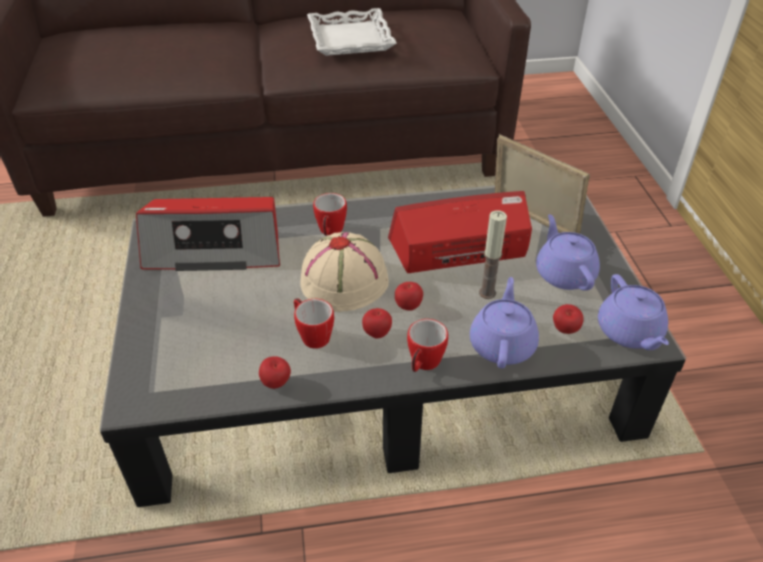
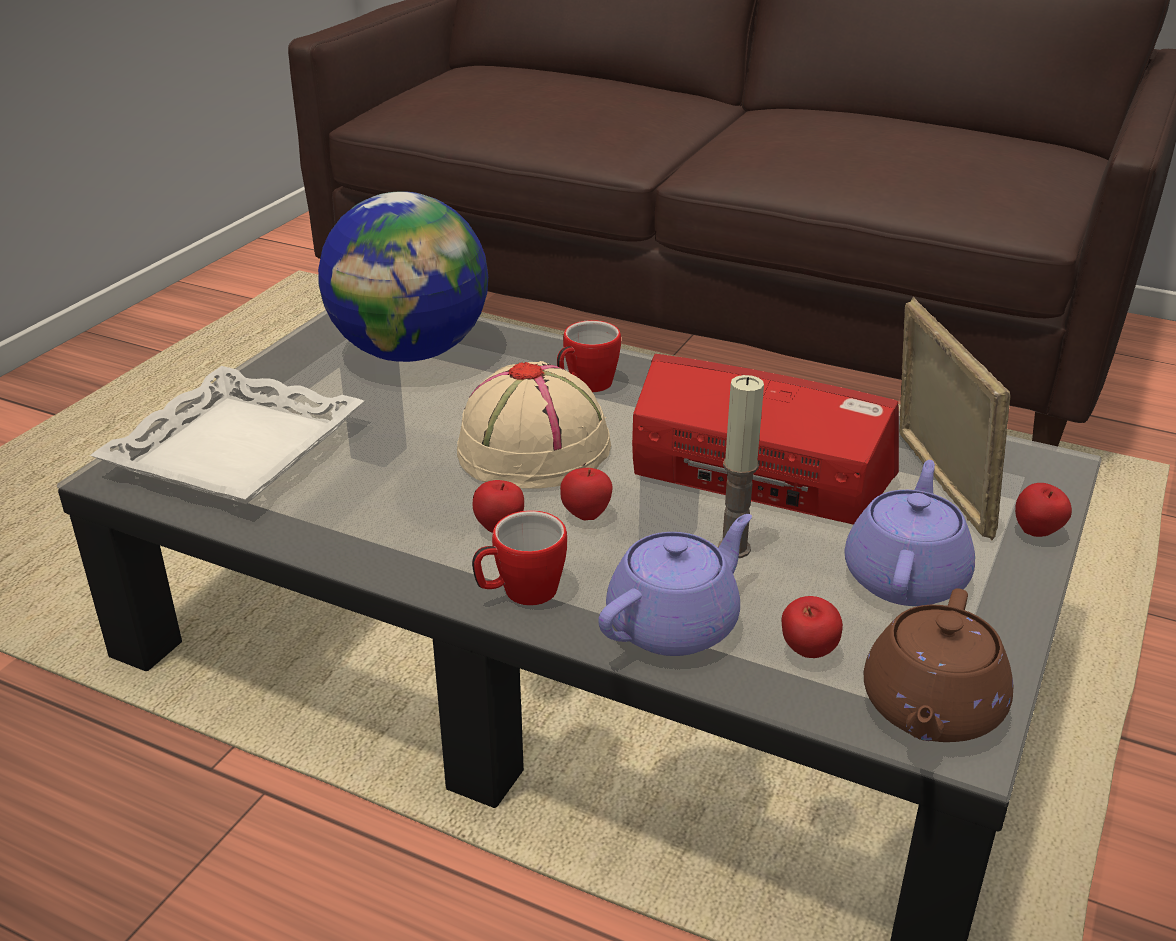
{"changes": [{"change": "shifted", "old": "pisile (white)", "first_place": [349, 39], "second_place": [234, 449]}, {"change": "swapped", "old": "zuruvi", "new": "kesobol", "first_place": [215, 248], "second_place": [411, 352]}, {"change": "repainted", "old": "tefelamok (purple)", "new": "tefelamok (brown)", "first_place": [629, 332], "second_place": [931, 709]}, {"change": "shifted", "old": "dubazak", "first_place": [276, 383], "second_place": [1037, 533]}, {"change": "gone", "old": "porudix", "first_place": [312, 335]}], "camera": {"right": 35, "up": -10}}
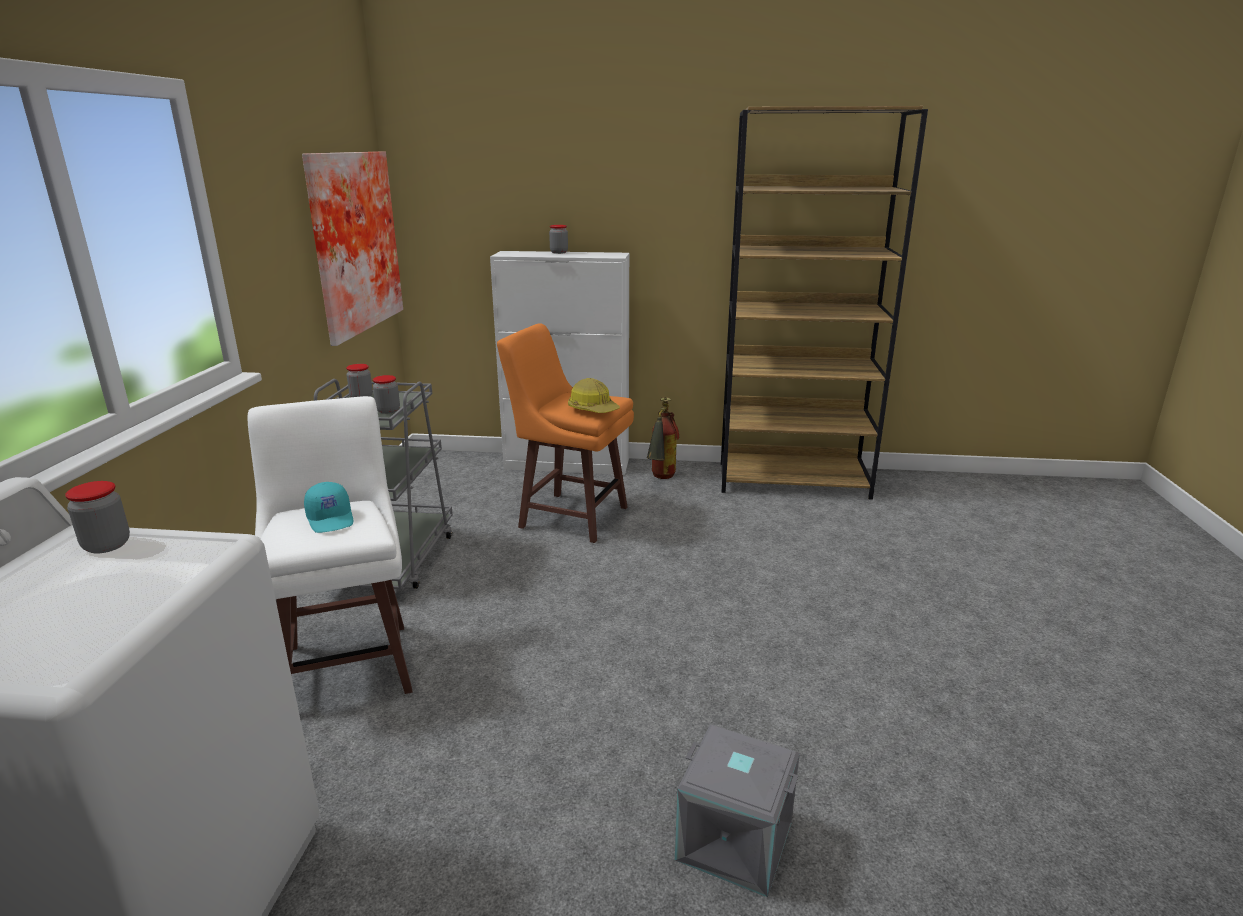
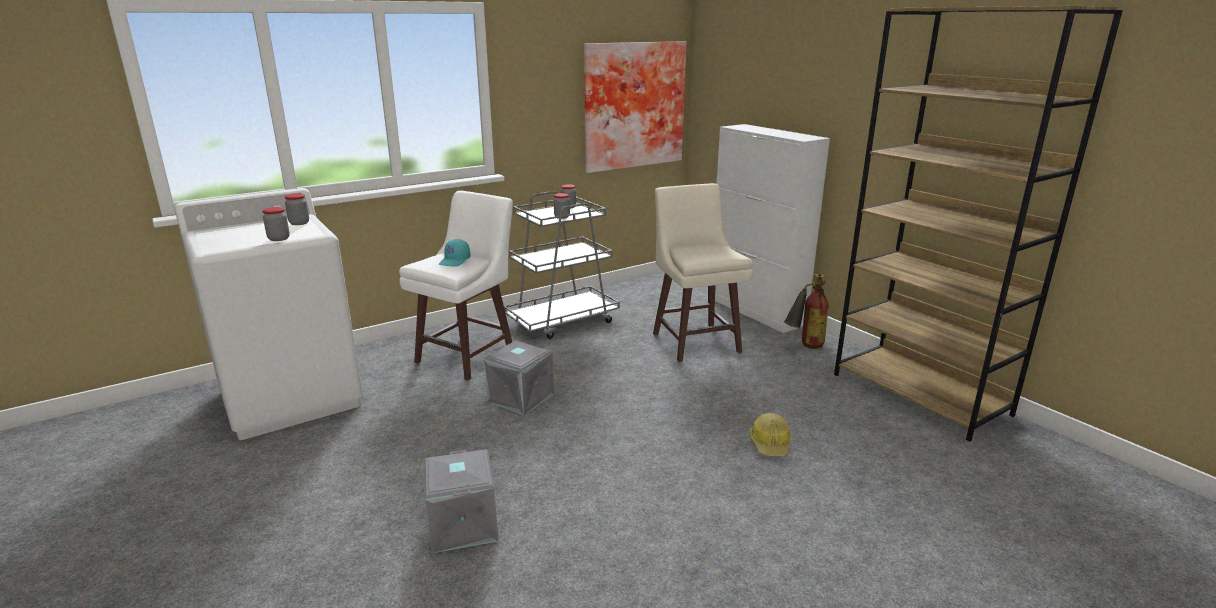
{"changes": [{"change": "shifted", "old": "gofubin", "first_place": [559, 252], "second_place": [279, 239]}, {"change": "new", "new": "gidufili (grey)", "second_place": [519, 398]}, {"change": "repainted", "old": "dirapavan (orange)", "new": "dirapavan (beige)", "first_place": [571, 516], "second_place": [695, 341]}, {"change": "shifted", "old": "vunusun", "first_place": [593, 409], "second_place": [770, 444]}], "camera": {"right": 50, "up": 0}}
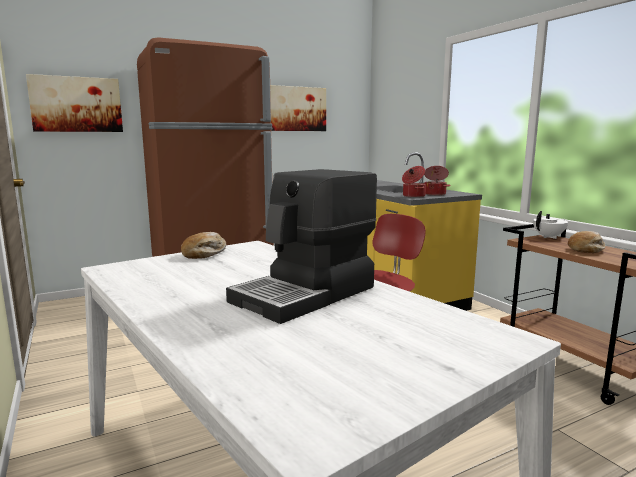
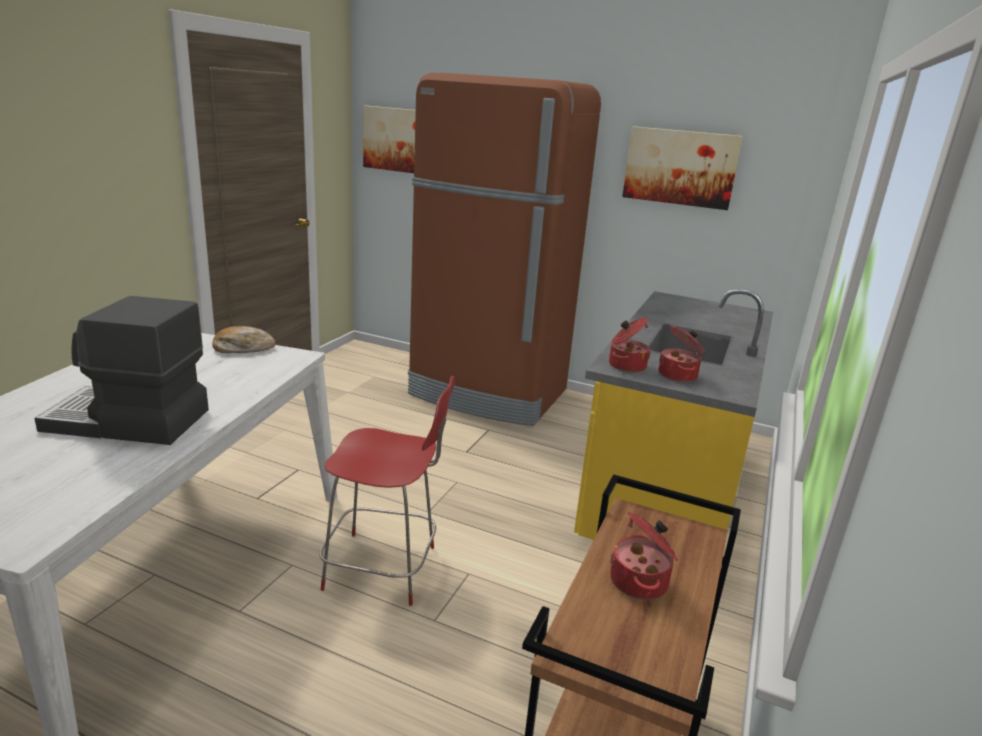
{"changes": [{"change": "swapped", "old": "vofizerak", "new": "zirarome", "first_place": [586, 249], "second_place": [640, 582]}, {"change": "gone", "old": "tefelamok (white)", "first_place": [549, 237]}], "camera": {"right": 50, "up": 10}}
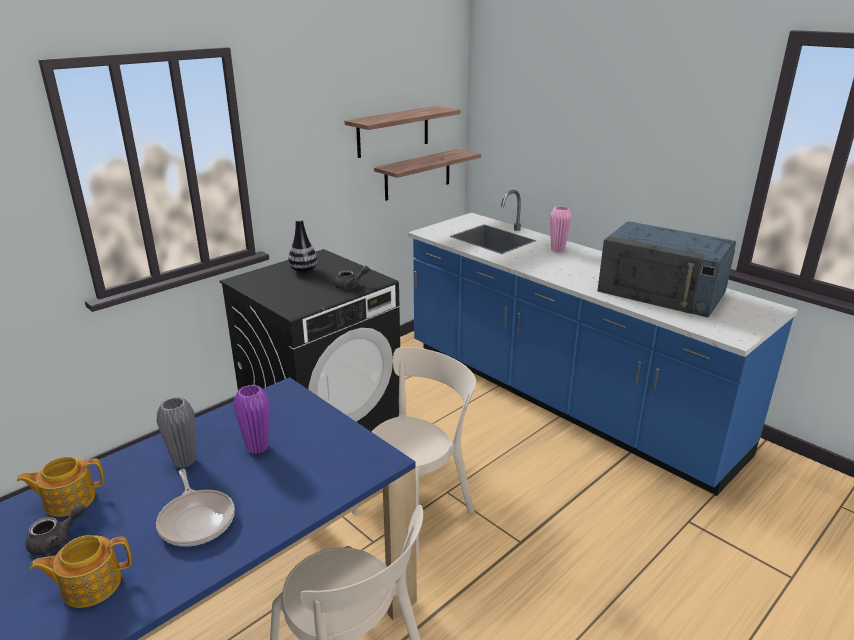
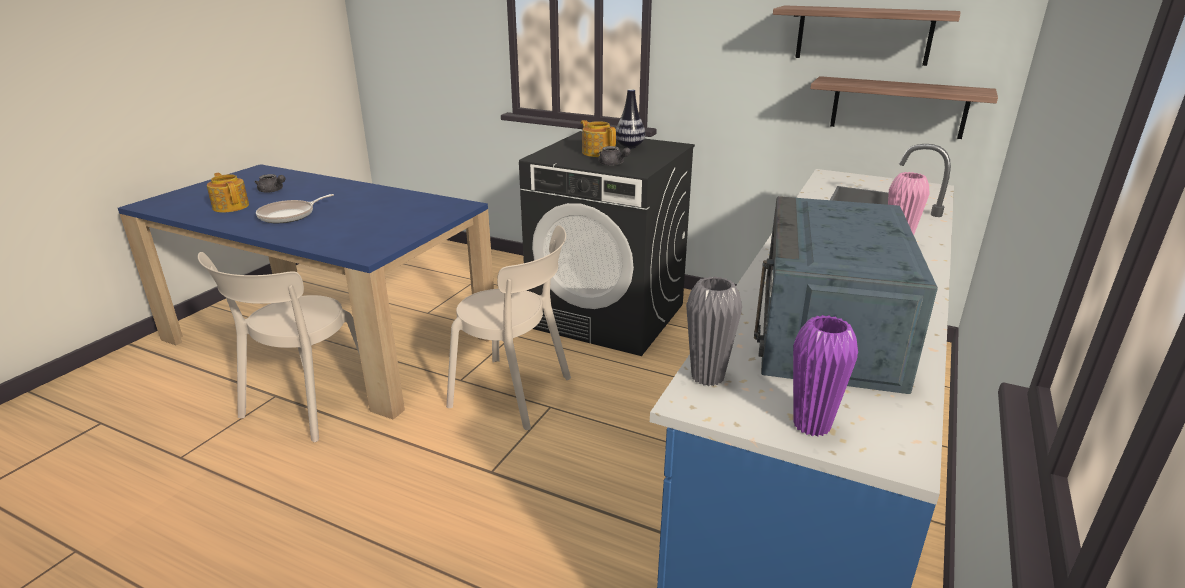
{"changes": [{"change": "shifted", "old": "tefelamok", "first_place": [68, 500], "second_place": [598, 152]}, {"change": "shifted", "old": "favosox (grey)", "first_place": [184, 461], "second_place": [707, 377]}, {"change": "shifted", "old": "favosox (purple)", "first_place": [257, 447], "second_place": [811, 425]}], "camera": {"right": 70, "up": 0}}
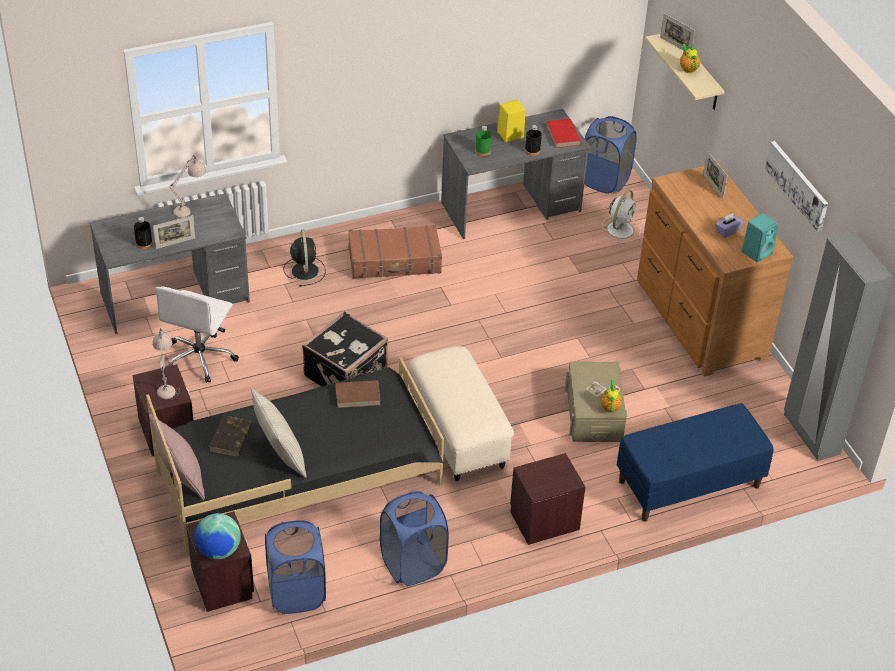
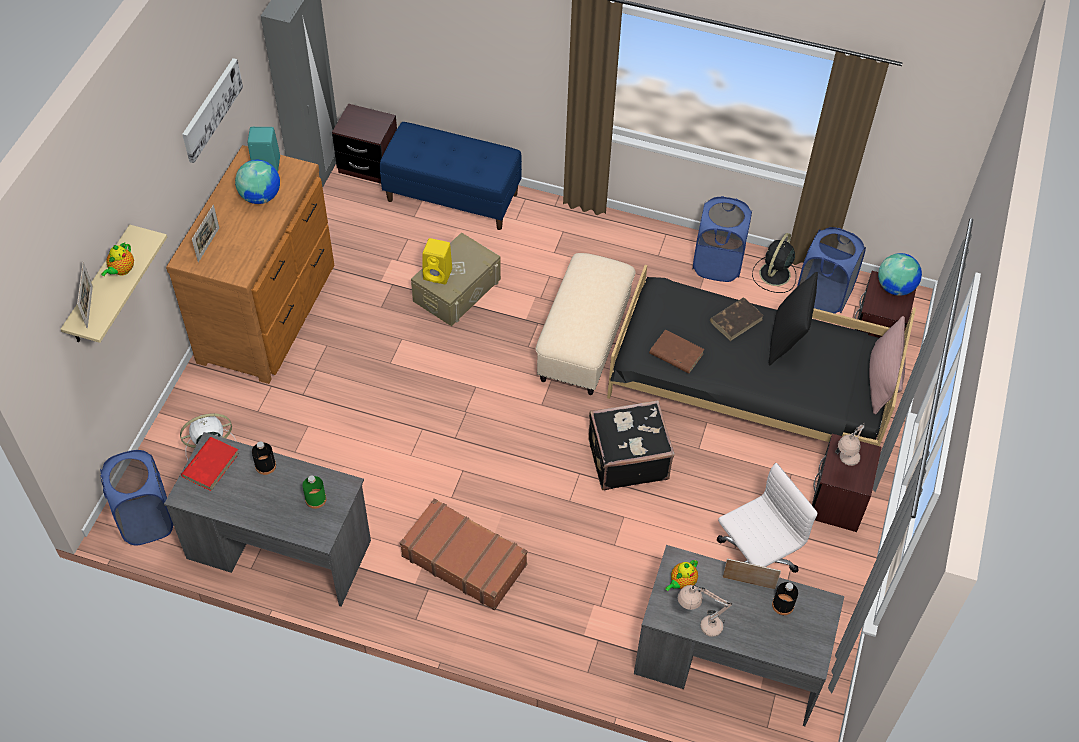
{"changes": [{"change": "swapped", "old": "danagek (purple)", "new": "kesobol", "first_place": [727, 231], "second_place": [261, 196]}, {"change": "shifted", "old": "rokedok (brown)", "first_place": [544, 520], "second_place": [368, 165]}, {"change": "shifted", "old": "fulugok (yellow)", "first_place": [509, 135], "second_place": [438, 274]}, {"change": "shifted", "old": "tefelamok", "first_place": [610, 406], "second_place": [681, 583]}, {"change": "shifted", "old": "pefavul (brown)", "first_place": [231, 438], "second_place": [736, 320]}, {"change": "shifted", "old": "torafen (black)", "first_place": [304, 270], "second_place": [774, 275]}, {"change": "repainted", "old": "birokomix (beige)", "new": "birokomix (black)", "first_place": [280, 456], "second_place": [787, 339]}], "camera": {"right": -140, "up": 10}}
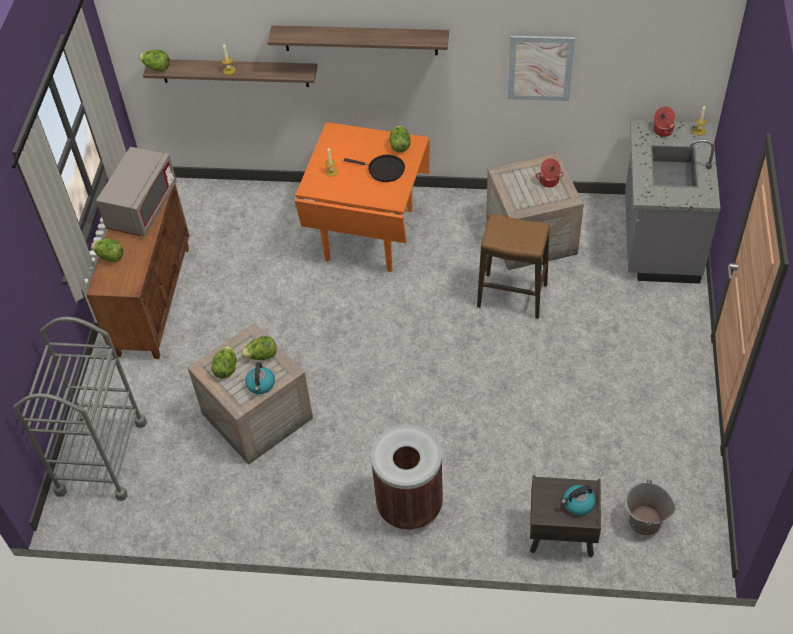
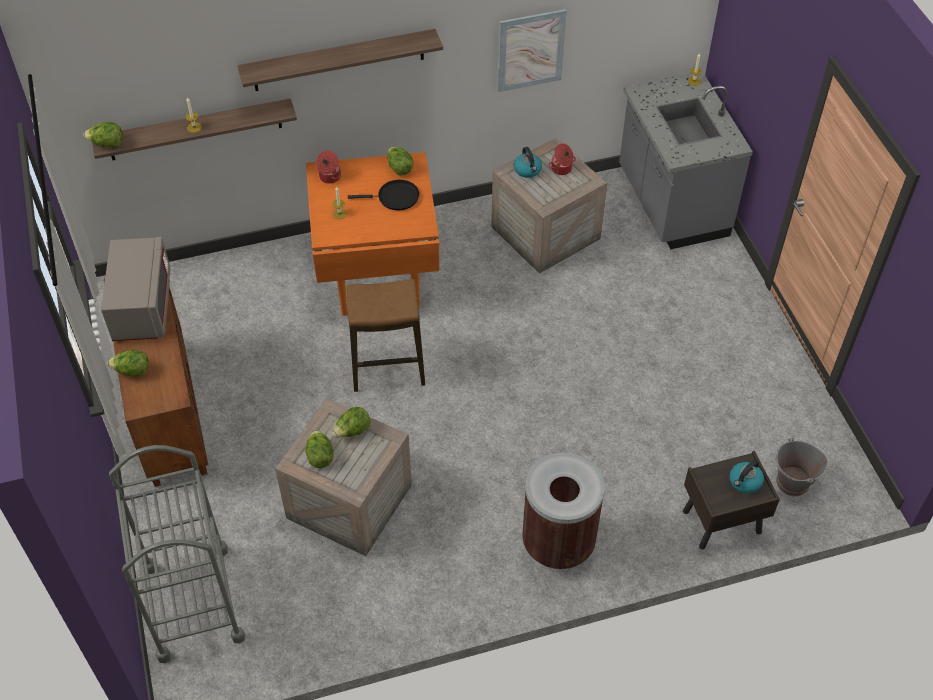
{"changes": [{"change": "shifted", "old": "zirarome", "first_place": [662, 131], "second_place": [329, 177]}, {"change": "shifted", "old": "dirapavan", "first_place": [512, 296], "second_place": [387, 369]}, {"change": "shifted", "old": "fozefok", "first_place": [261, 385], "second_place": [528, 170]}], "camera": {"right": -25, "up": 0}}
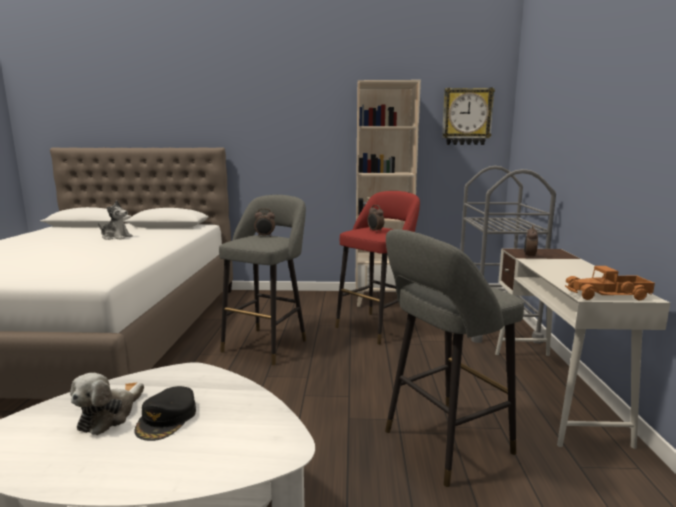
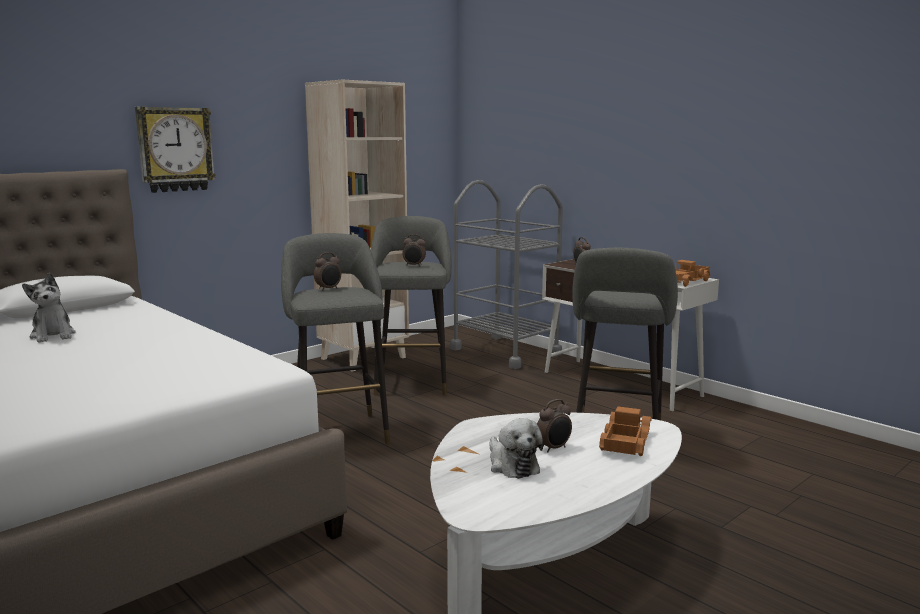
{"changes": [{"change": "rotated", "old": "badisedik", "first_place": [116, 237], "second_place": [53, 335], "degrees": 90}, {"change": "shifted", "old": "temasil", "first_place": [466, 117], "second_place": [175, 149]}, {"change": "repainted", "old": "dirapavan (red)", "new": "dirapavan (grey)", "first_place": [377, 326], "second_place": [412, 382]}, {"change": "swapped", "old": "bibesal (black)", "new": "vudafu", "first_place": [167, 418], "second_place": [554, 448]}, {"change": "new", "new": "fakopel", "second_place": [623, 442]}], "camera": {"right": -45, "up": 0}}
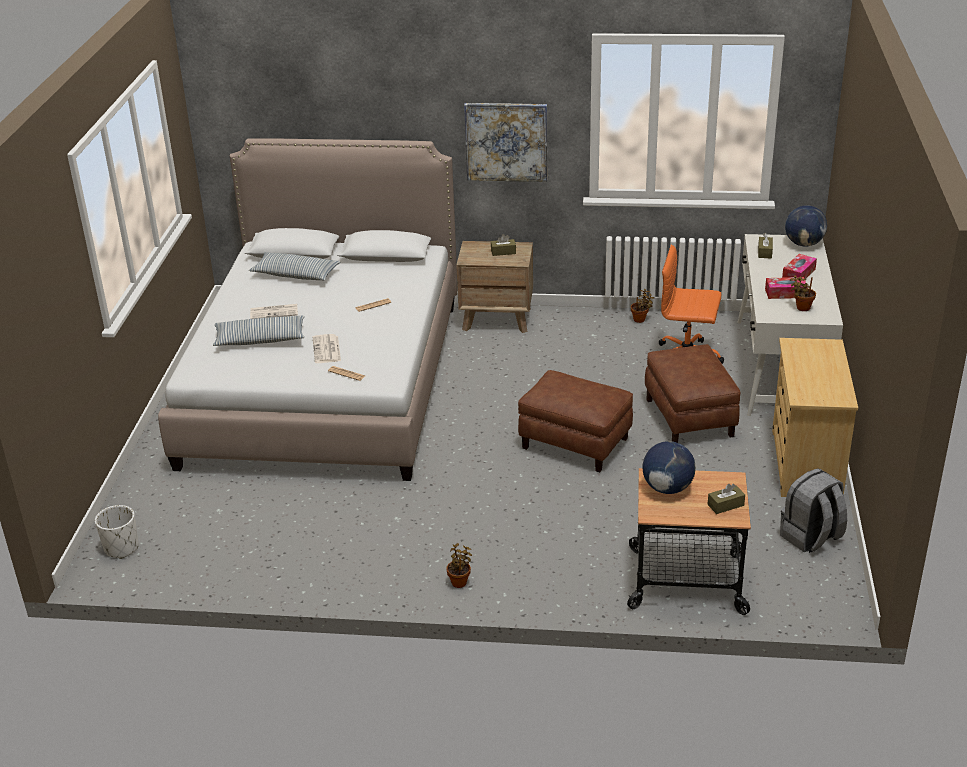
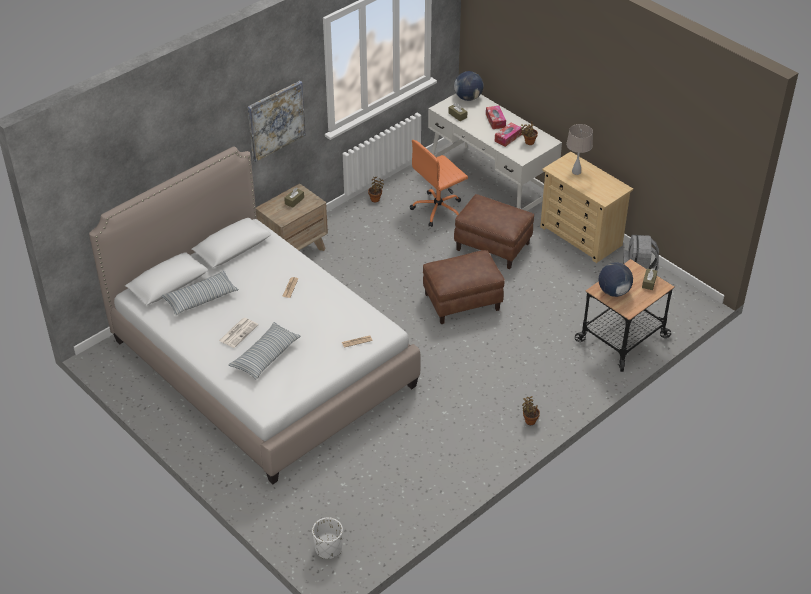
{"changes": [{"change": "new", "new": "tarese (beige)", "second_place": [576, 171]}, {"change": "gone", "old": "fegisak", "first_place": [327, 350]}], "camera": {"right": -50, "up": 10}}
